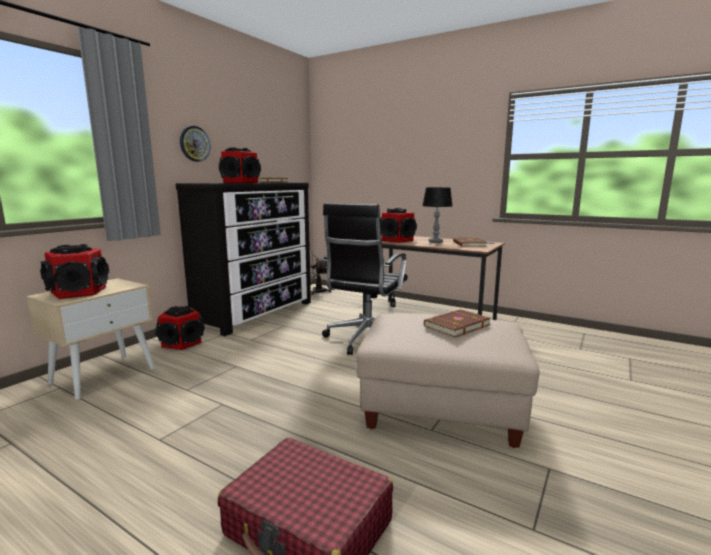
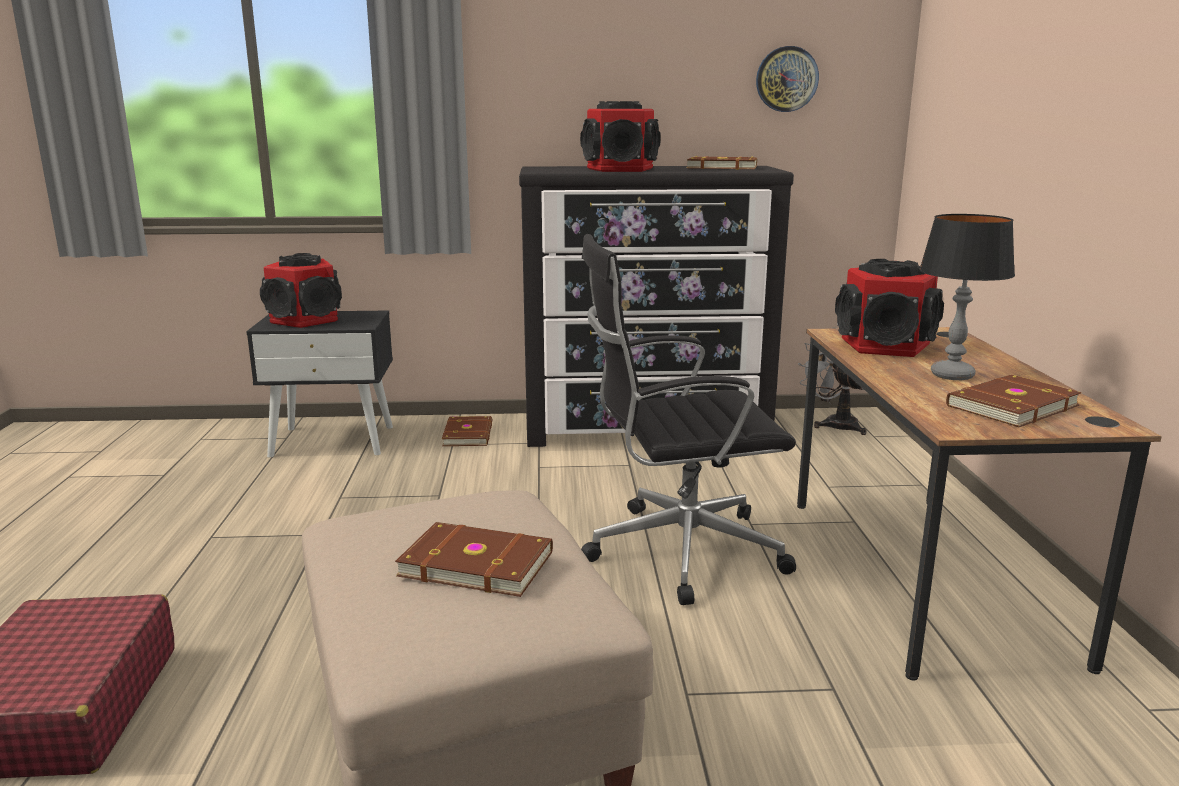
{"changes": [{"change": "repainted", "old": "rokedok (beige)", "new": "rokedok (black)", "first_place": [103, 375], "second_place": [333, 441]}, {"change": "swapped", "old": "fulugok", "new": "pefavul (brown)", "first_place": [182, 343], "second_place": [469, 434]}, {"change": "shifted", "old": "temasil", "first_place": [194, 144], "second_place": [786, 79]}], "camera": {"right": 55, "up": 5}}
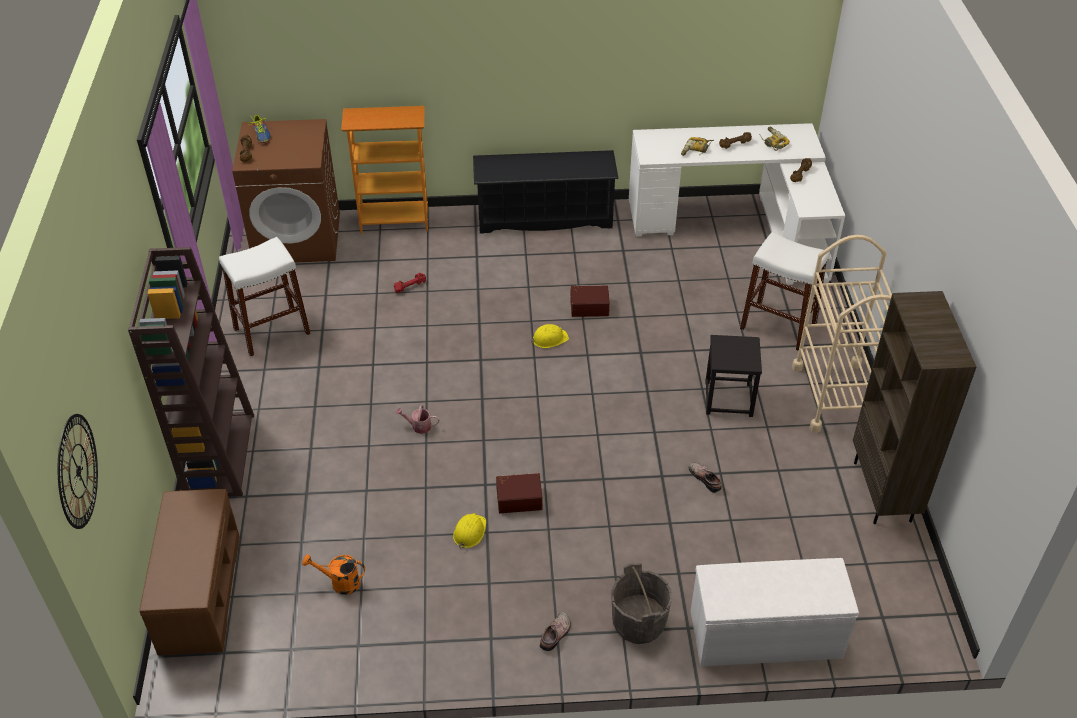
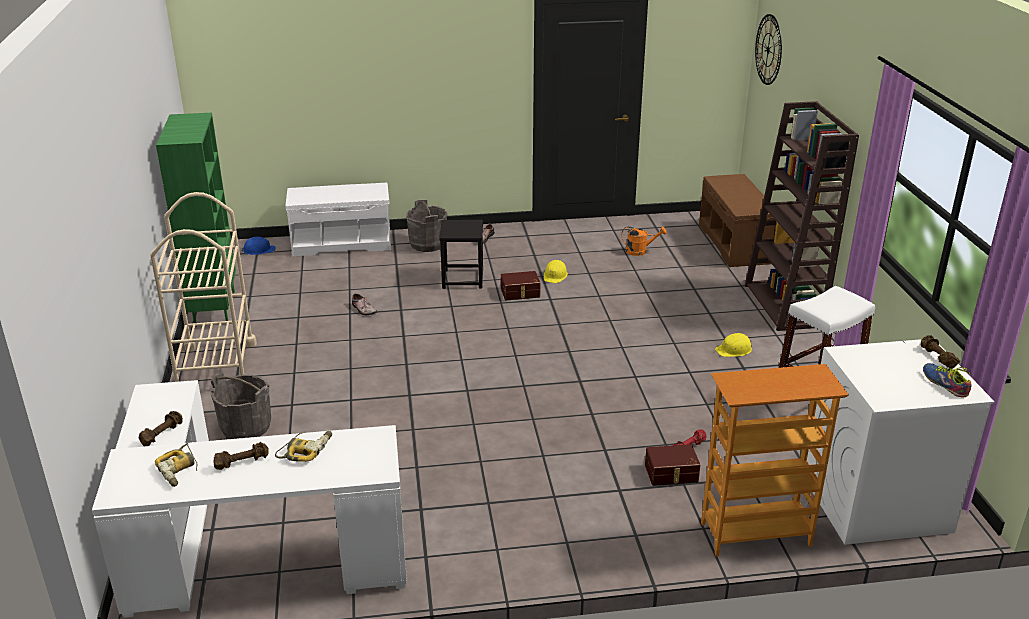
{"changes": [{"change": "repainted", "old": "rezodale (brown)", "new": "rezodale (green)", "first_place": [883, 492], "second_place": [214, 308]}, {"change": "swapped", "old": "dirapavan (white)", "new": "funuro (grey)", "first_place": [778, 326], "second_place": [246, 427]}, {"change": "new", "new": "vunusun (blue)", "second_place": [258, 250]}, {"change": "shifted", "old": "dirapavan (black)", "first_place": [729, 399], "second_place": [462, 279]}, {"change": "shifted", "old": "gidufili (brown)", "first_place": [589, 306], "second_place": [671, 474]}, {"change": "shifted", "old": "vunusun (yellow)", "first_place": [549, 339], "second_place": [734, 350]}, {"change": "repainted", "old": "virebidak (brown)", "new": "virebidak (white)", "first_place": [298, 238], "second_place": [874, 503]}, {"change": "gone", "old": "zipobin", "first_place": [418, 426]}, {"change": "gone", "old": "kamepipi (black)", "first_place": [545, 217]}], "camera": {"right": 175, "up": -15}}
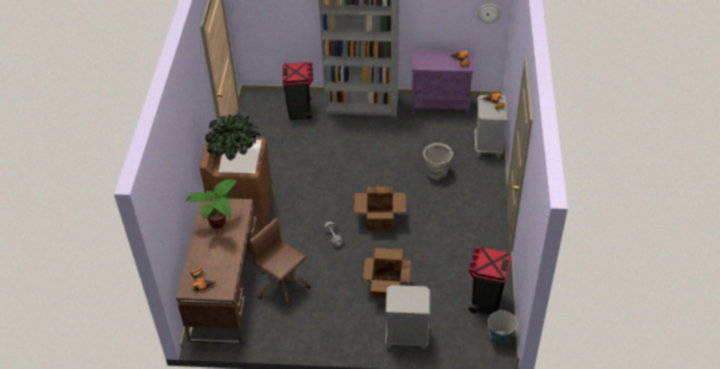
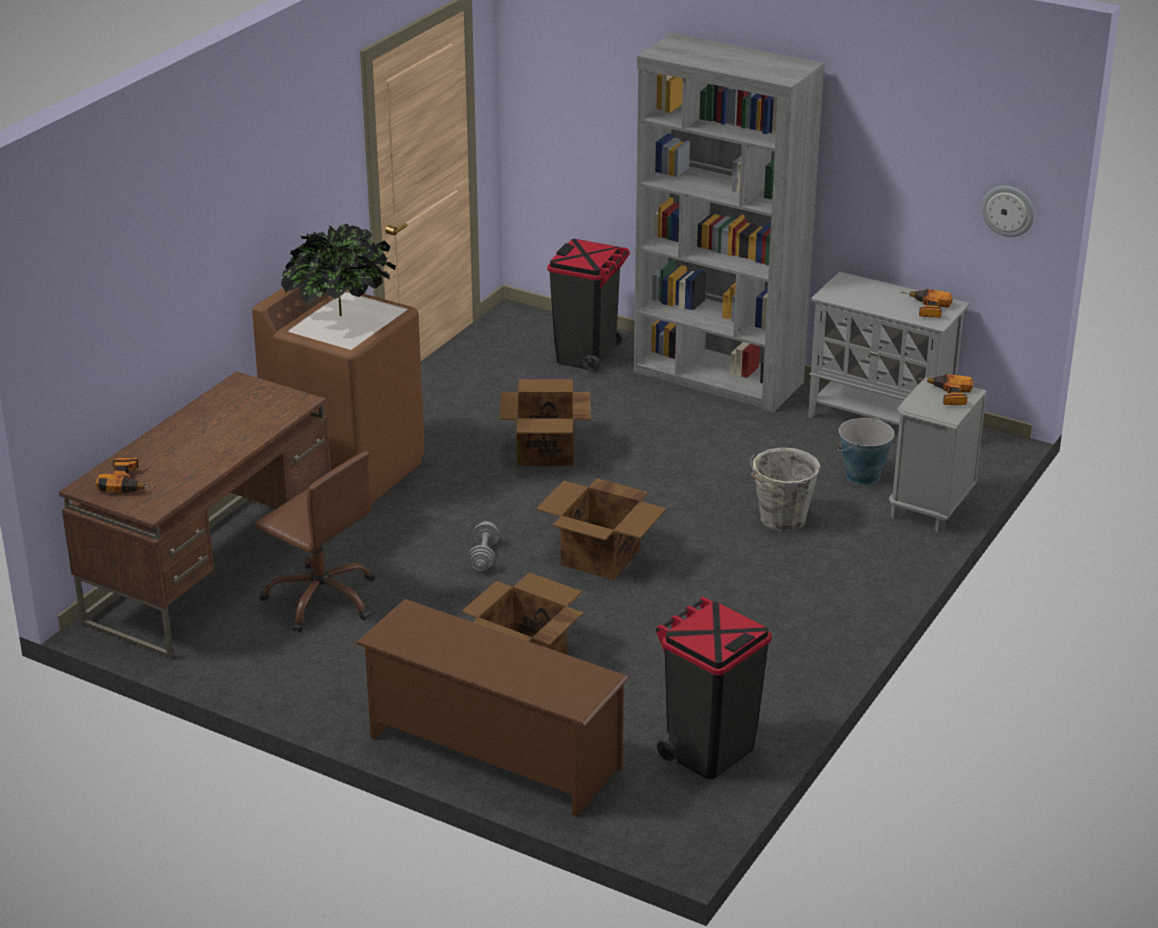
{"changes": [{"change": "rotated", "old": "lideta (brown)", "first_place": [282, 286], "second_place": [322, 598], "degrees": 150}, {"change": "swapped", "old": "rokedok (grey)", "new": "kamepipi (brown)", "first_place": [406, 337], "second_place": [492, 753]}, {"change": "new", "new": "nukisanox", "second_place": [545, 452]}, {"change": "repainted", "old": "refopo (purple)", "new": "refopo (grey)", "first_place": [440, 106], "second_place": [881, 420]}, {"change": "shifted", "old": "funuro", "first_place": [500, 338], "second_place": [862, 476]}, {"change": "gone", "old": "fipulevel", "first_place": [220, 225]}], "camera": {"right": 25, "up": -15}}
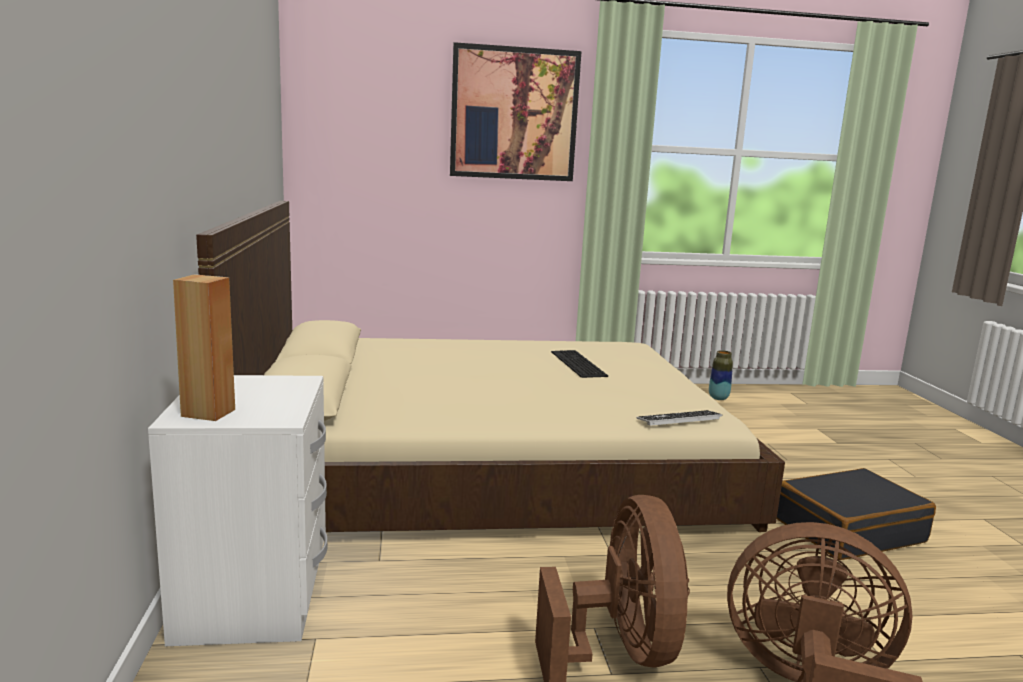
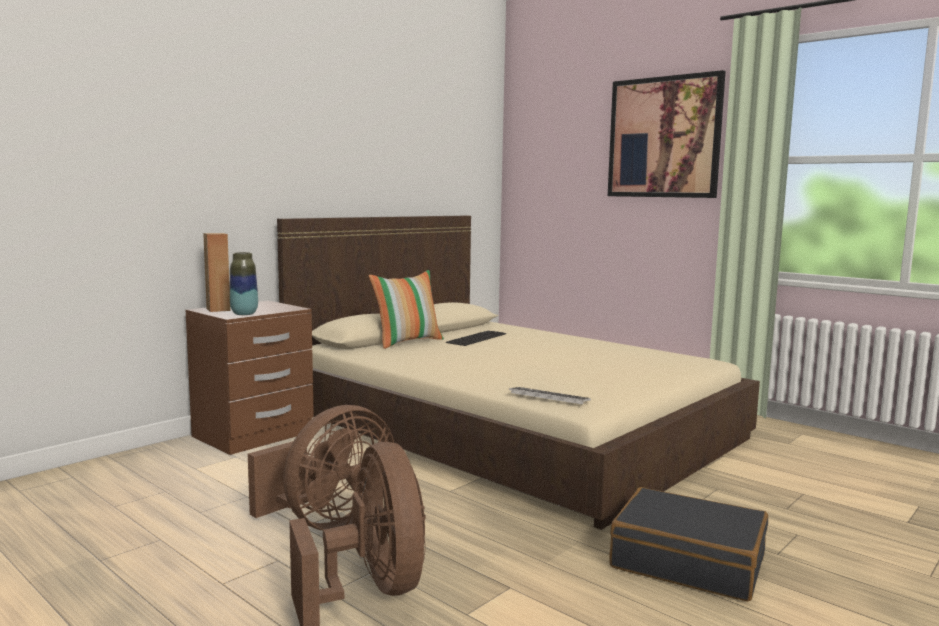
{"changes": [{"change": "repainted", "old": "rokedok (white)", "new": "rokedok (brown)", "first_place": [255, 596], "second_place": [254, 435]}, {"change": "shifted", "old": "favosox", "first_place": [718, 398], "second_place": [244, 314]}, {"change": "new", "new": "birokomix", "second_place": [407, 342]}, {"change": "shifted", "old": "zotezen", "first_place": [576, 363], "second_place": [476, 338]}], "camera": {"right": 50, "up": -5}}
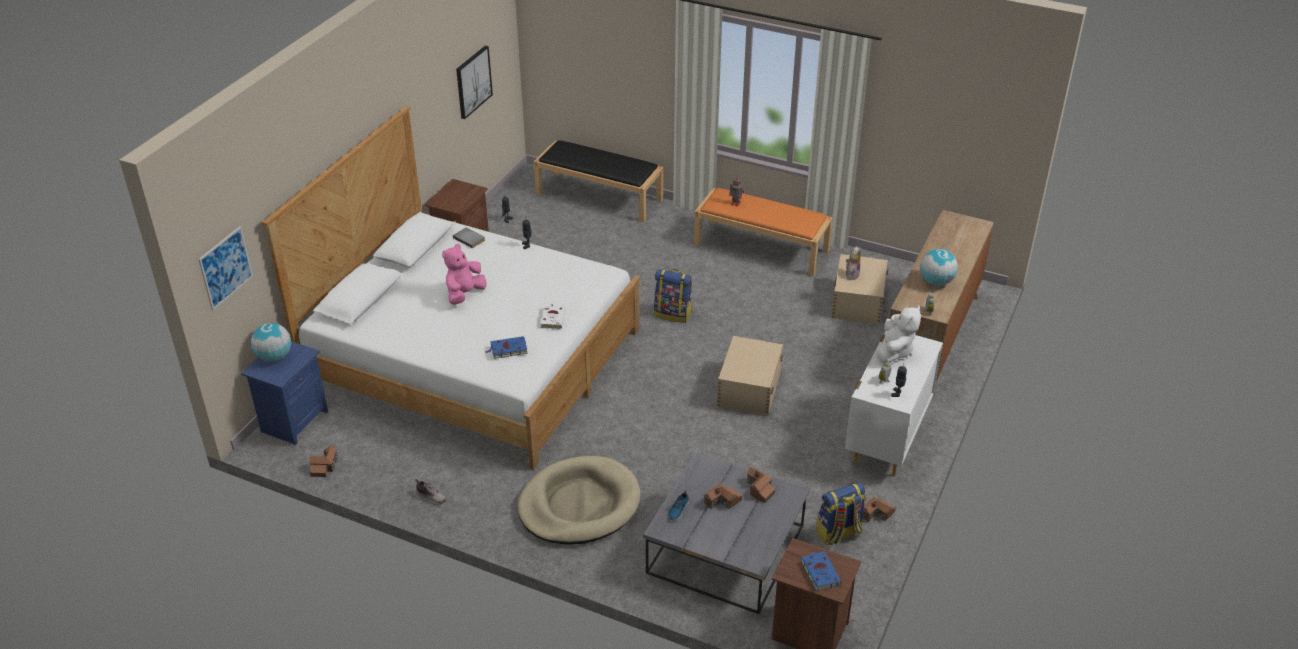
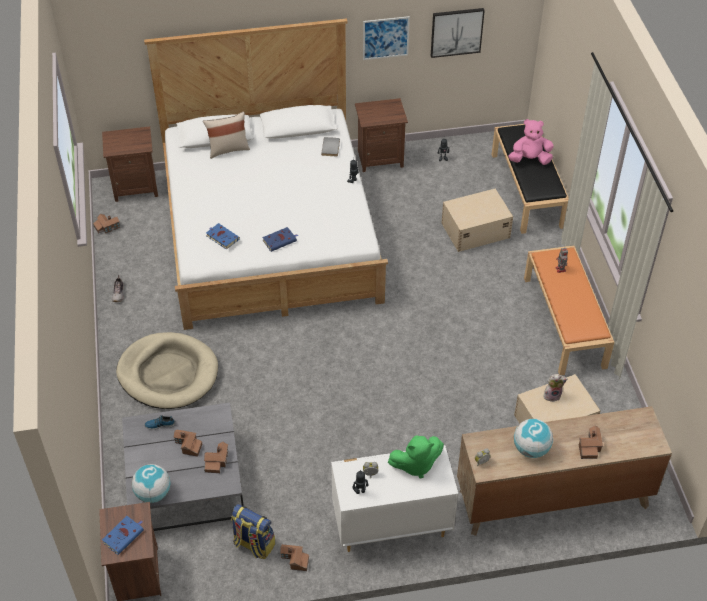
{"changes": [{"change": "repainted", "old": "rokedok (blue)", "new": "rokedok (brown)", "first_place": [293, 421], "second_place": [135, 187]}, {"change": "shifted", "old": "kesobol", "first_place": [274, 357], "second_place": [153, 493]}, {"change": "new", "new": "birokomix (beige)", "second_place": [228, 149]}, {"change": "repainted", "old": "pefavul (white)", "new": "pefavul (blue)", "first_place": [553, 317], "second_place": [280, 240]}, {"change": "shifted", "old": "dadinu", "first_place": [225, 267], "second_place": [385, 38]}, {"change": "repainted", "old": "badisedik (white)", "new": "badisedik (green)", "first_place": [894, 351], "second_place": [415, 464]}, {"change": "shifted", "old": "gidufili (beige)", "first_place": [748, 389], "second_place": [474, 230]}, {"change": "shifted", "old": "badisedik (pink)", "first_place": [464, 294], "second_place": [530, 159]}, {"change": "new", "new": "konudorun", "second_place": [589, 447]}, {"change": "gone", "old": "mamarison", "first_place": [673, 314]}], "camera": {"right": 55, "up": 10}}
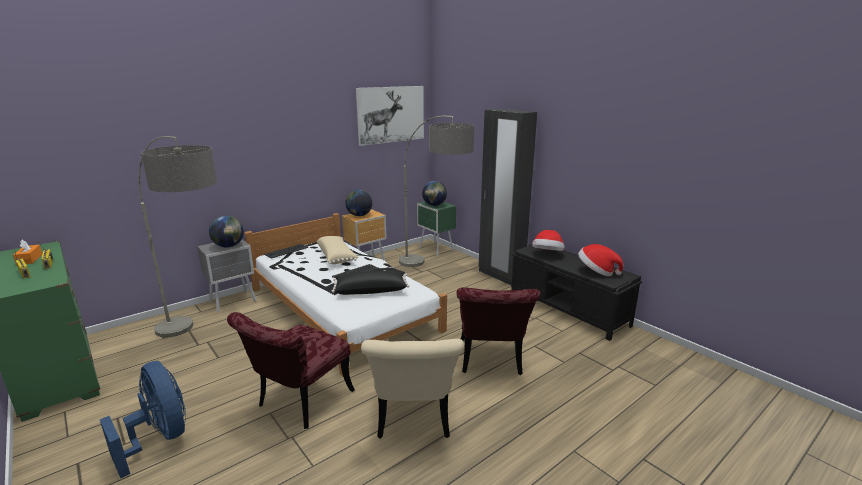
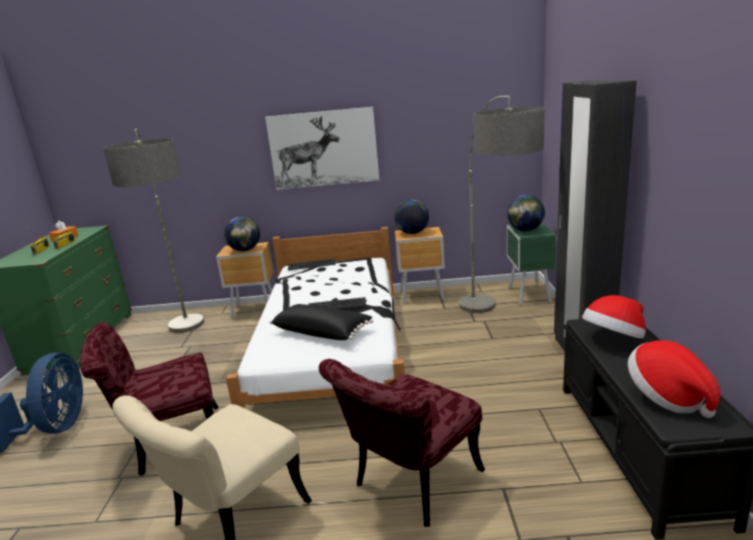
{"changes": [{"change": "repainted", "old": "rokedok (grey)", "new": "rokedok (brown)", "first_place": [234, 302], "second_place": [255, 310]}, {"change": "shifted", "old": "dadinu", "first_place": [391, 114], "second_place": [323, 148]}, {"change": "gone", "old": "birokomix (beige)", "first_place": [337, 257]}], "camera": {"right": 40, "up": 0}}
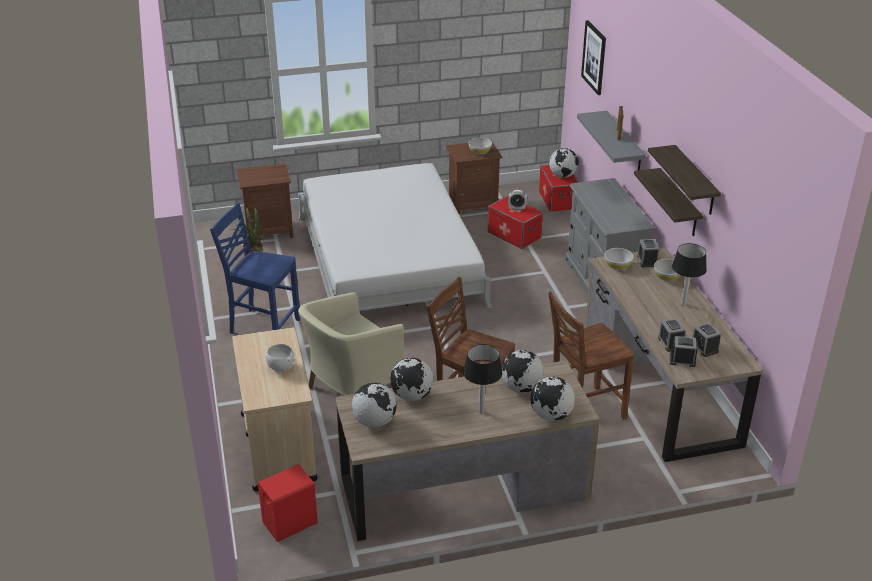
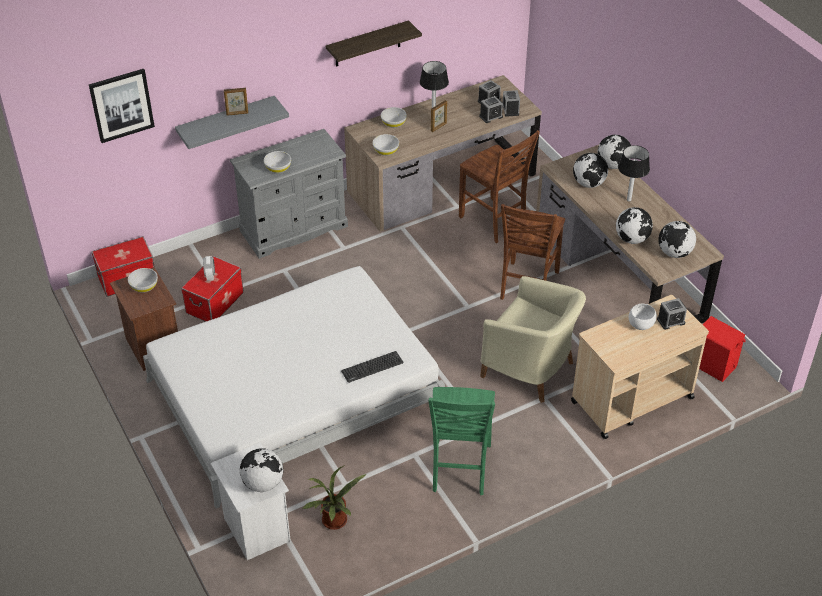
{"changes": [{"change": "repainted", "old": "rokedok (brown)", "new": "rokedok (white)", "first_place": [269, 231], "second_place": [255, 530]}, {"change": "shifted", "old": "kesobol", "first_place": [563, 176], "second_place": [263, 483]}, {"change": "new", "new": "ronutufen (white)", "second_place": [278, 168]}, {"change": "new", "new": "zotezen", "second_place": [372, 367]}, {"change": "repainted", "old": "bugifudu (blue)", "new": "bugifudu (green)", "first_place": [263, 326], "second_place": [459, 469]}, {"change": "new", "new": "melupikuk", "second_place": [439, 127]}, {"change": "shifted", "old": "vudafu", "first_place": [647, 261], "second_place": [670, 321]}, {"change": "gone", "old": "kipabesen", "first_place": [679, 203]}], "camera": {"right": -105, "up": 10}}
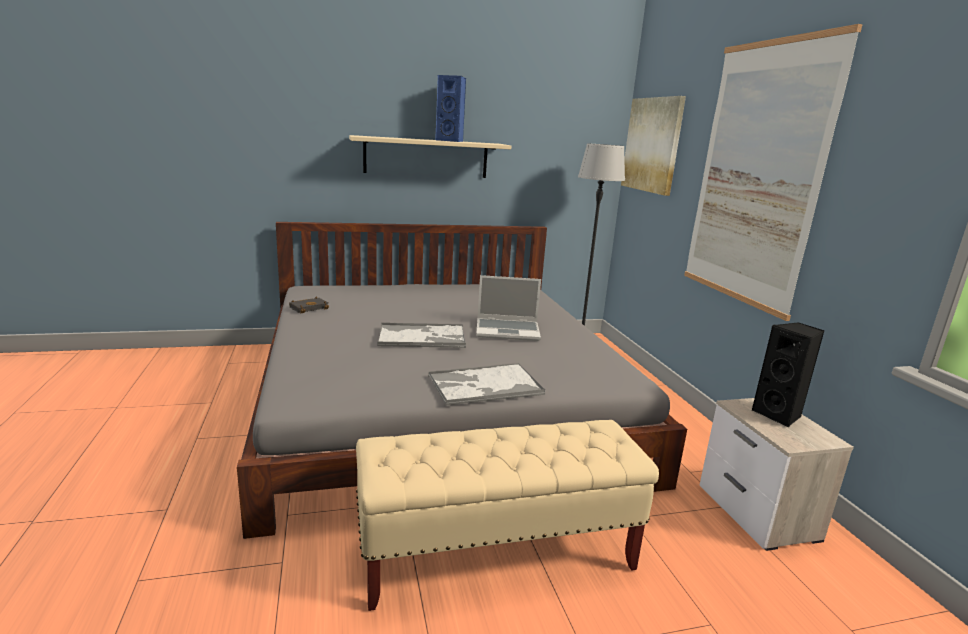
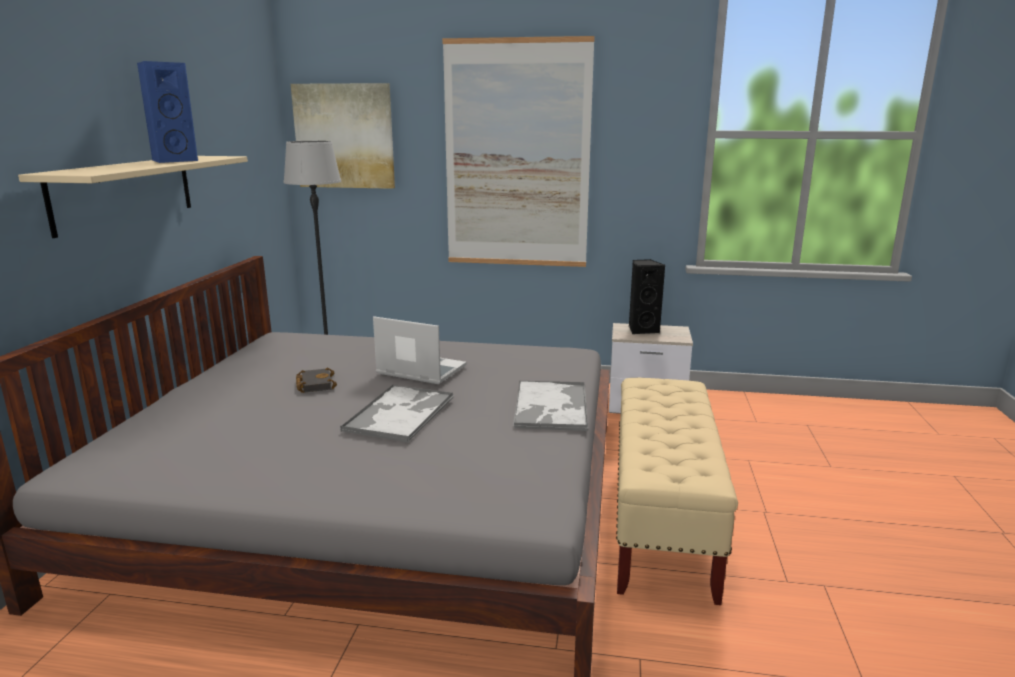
{"changes": [{"change": "shifted", "old": "pefavul (black)", "first_place": [309, 308], "second_place": [314, 384]}, {"change": "rotated", "old": "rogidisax", "first_place": [508, 331], "second_place": [420, 370], "degrees": -90}], "camera": {"right": -65, "up": 0}}
